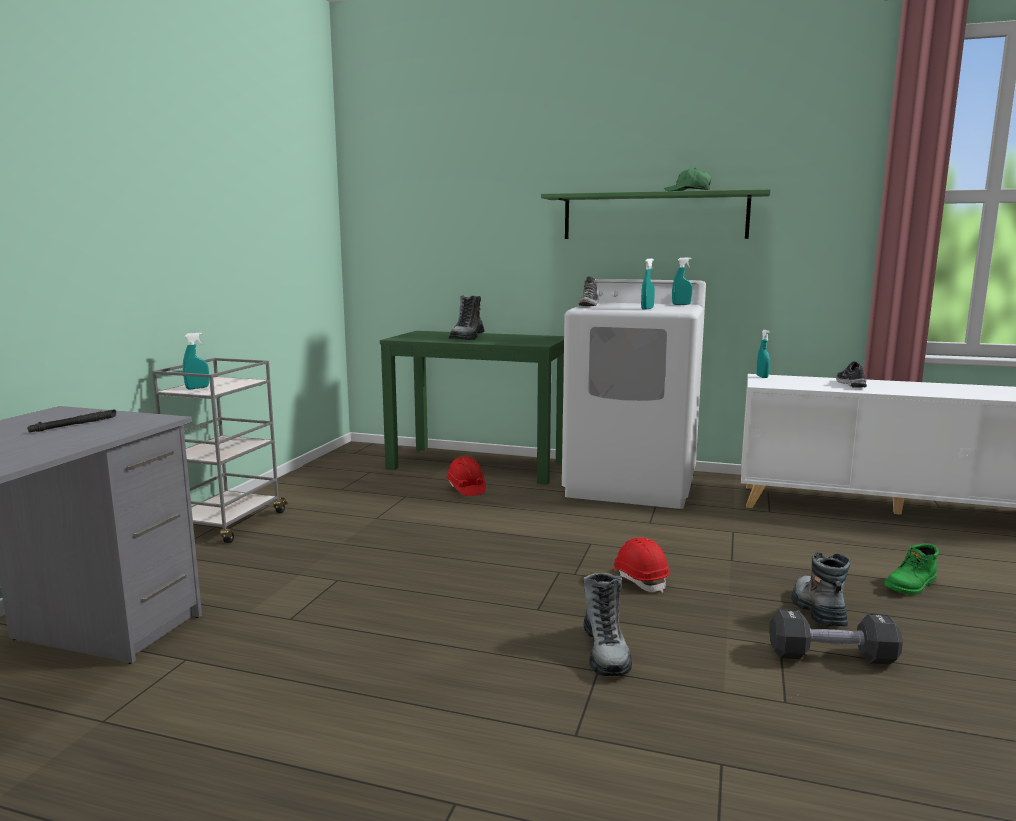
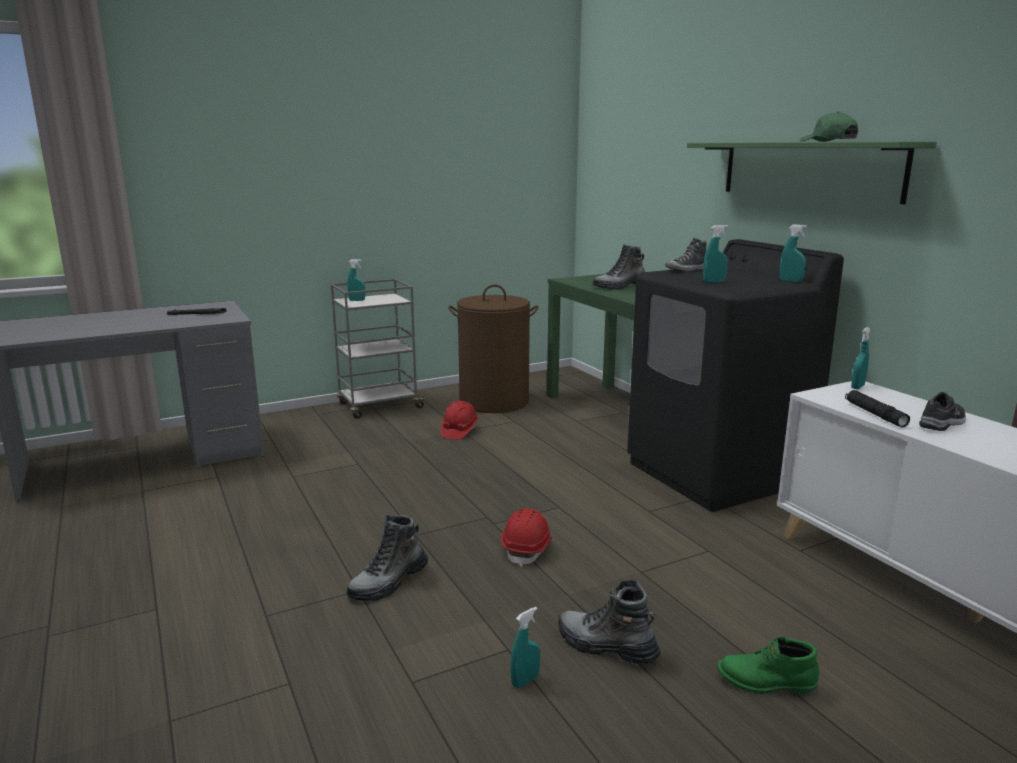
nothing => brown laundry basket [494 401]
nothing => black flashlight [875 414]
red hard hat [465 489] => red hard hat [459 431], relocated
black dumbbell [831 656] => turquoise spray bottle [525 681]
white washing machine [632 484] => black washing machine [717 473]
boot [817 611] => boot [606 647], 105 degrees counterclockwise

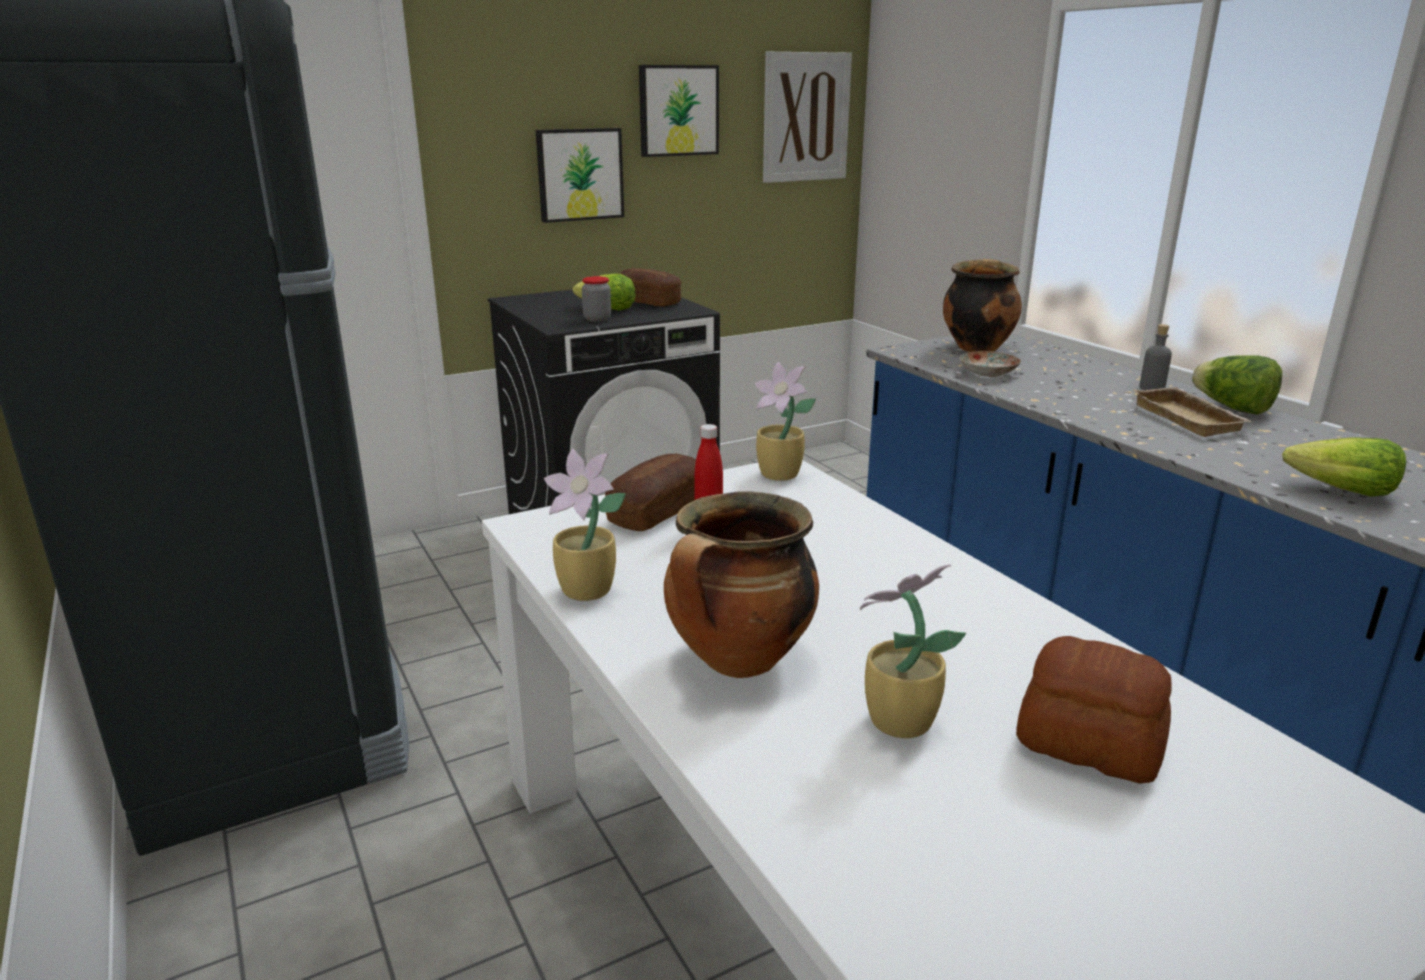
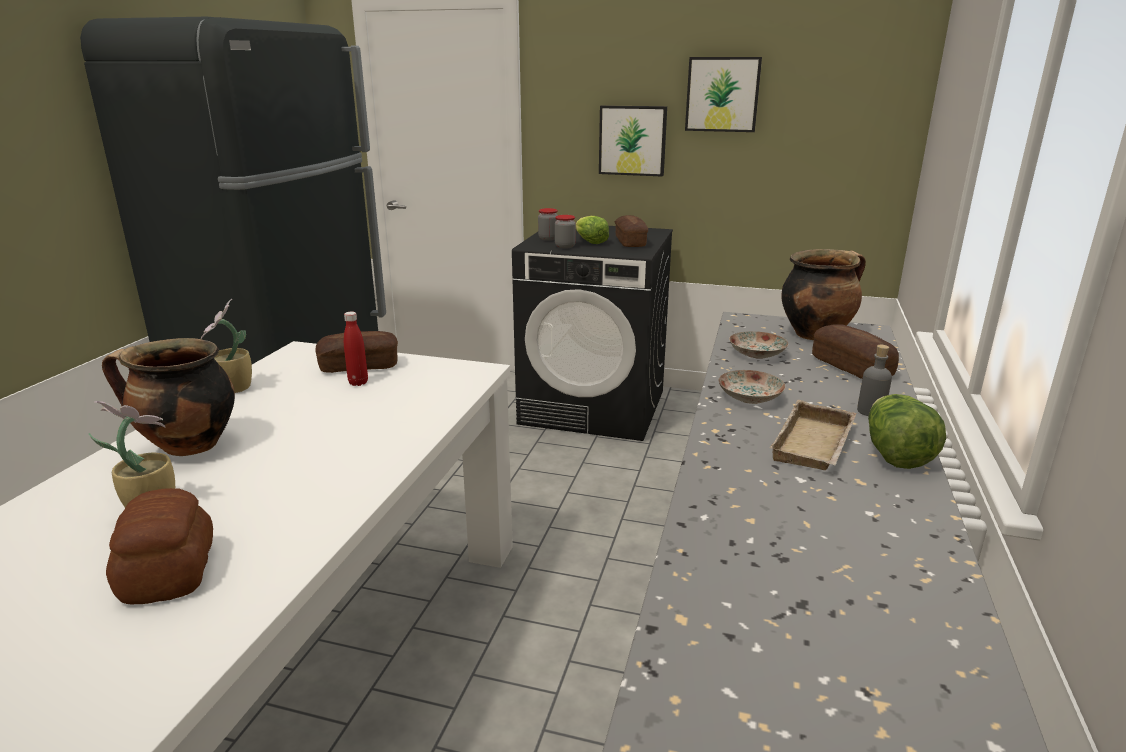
potted plant [780 475] => nothing
picture [806 117] => nothing
lettuce [1341 491] => nothing
nothing => jar [548 238]
nothing => plate [749 397]
nothing => bread [851 367]

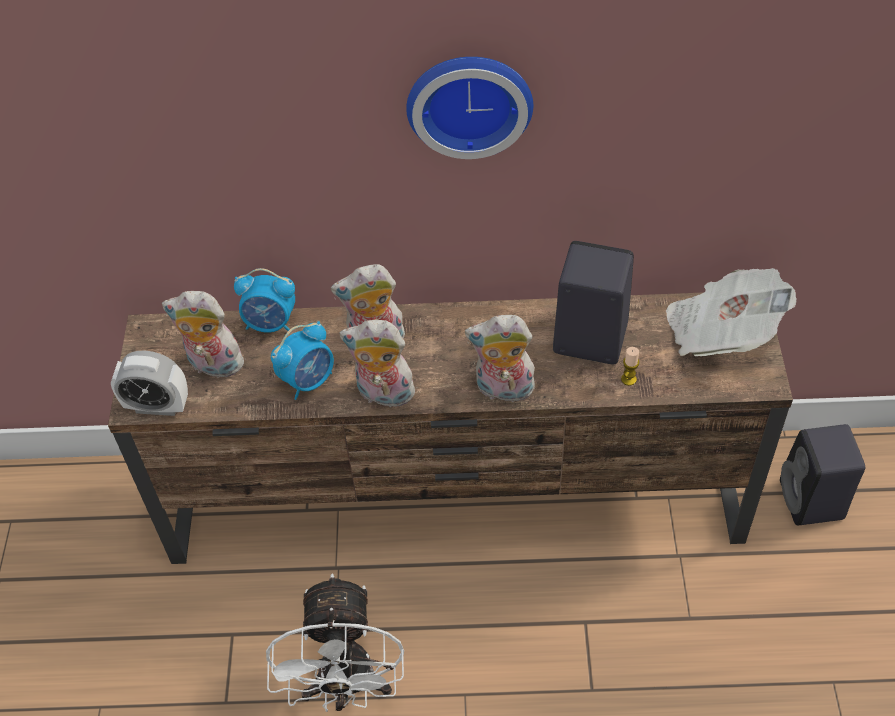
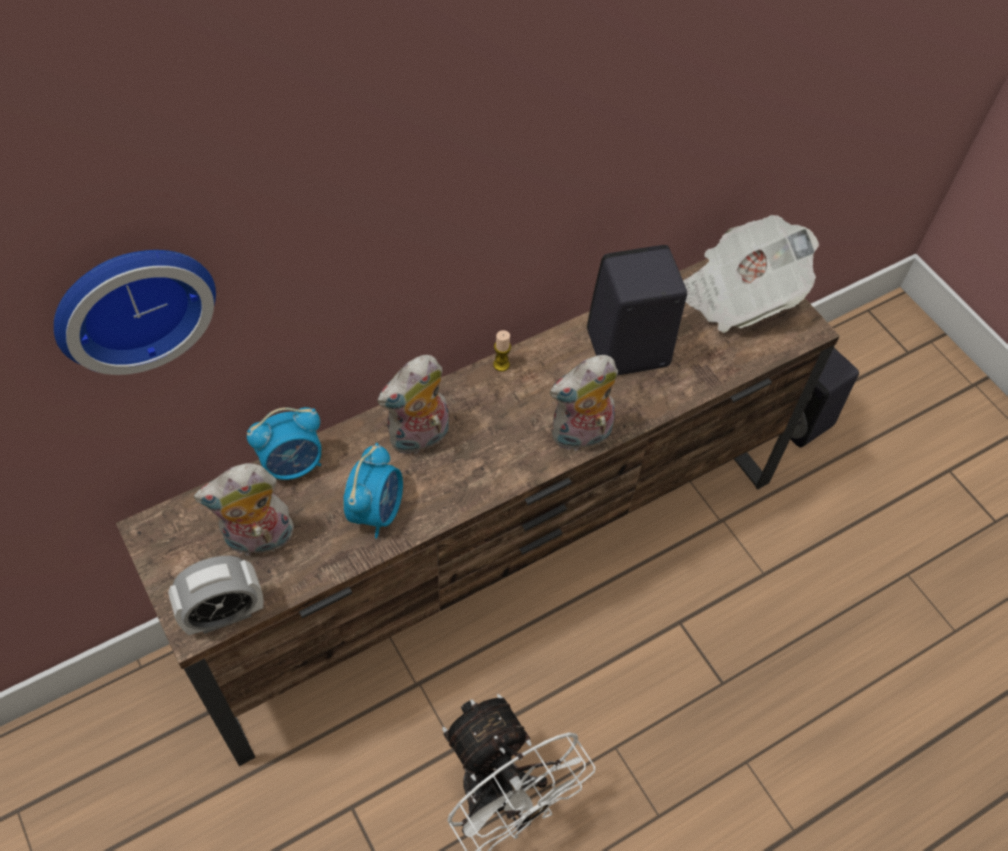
plush toy [383 394] => nothing
wall clock [469 100] => wall clock [131 302], relocated
candle [628 379] => candle [501 364], relocated

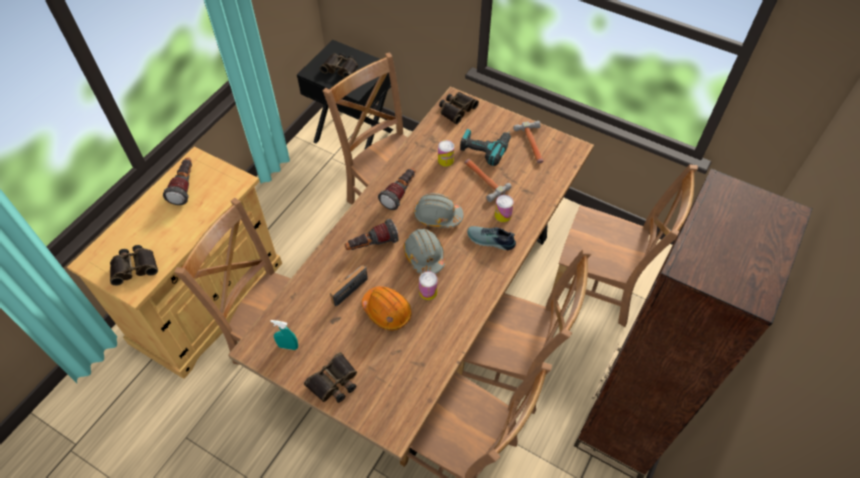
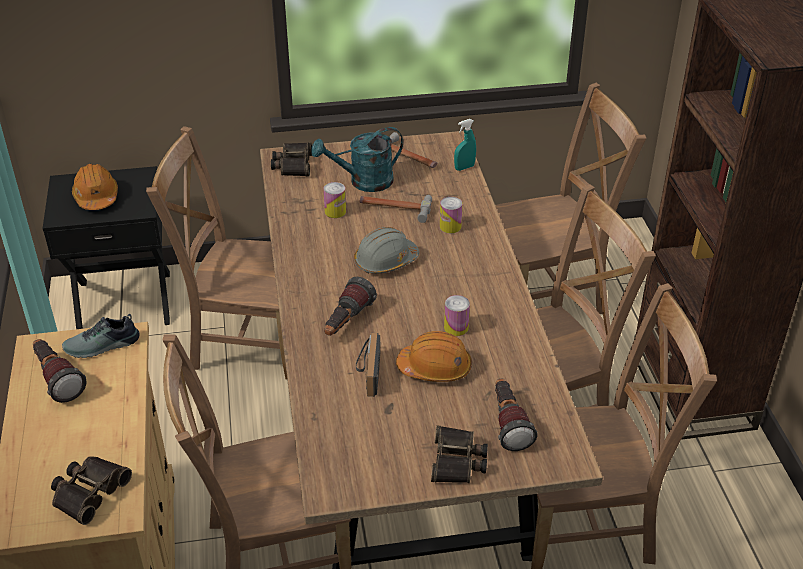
grey hard hat [424 255] => nothing
turquoise spray bottle [288 346] => turquoise spray bottle [464 167], relocated
flashlight [400 193] => flashlight [508 423], relocated
shoe [490 241] => shoe [102 346], relocated
binoculars [341 68] => orange hard hat [96 197]
power drill [485 148] => turquoise watering can [363 182]

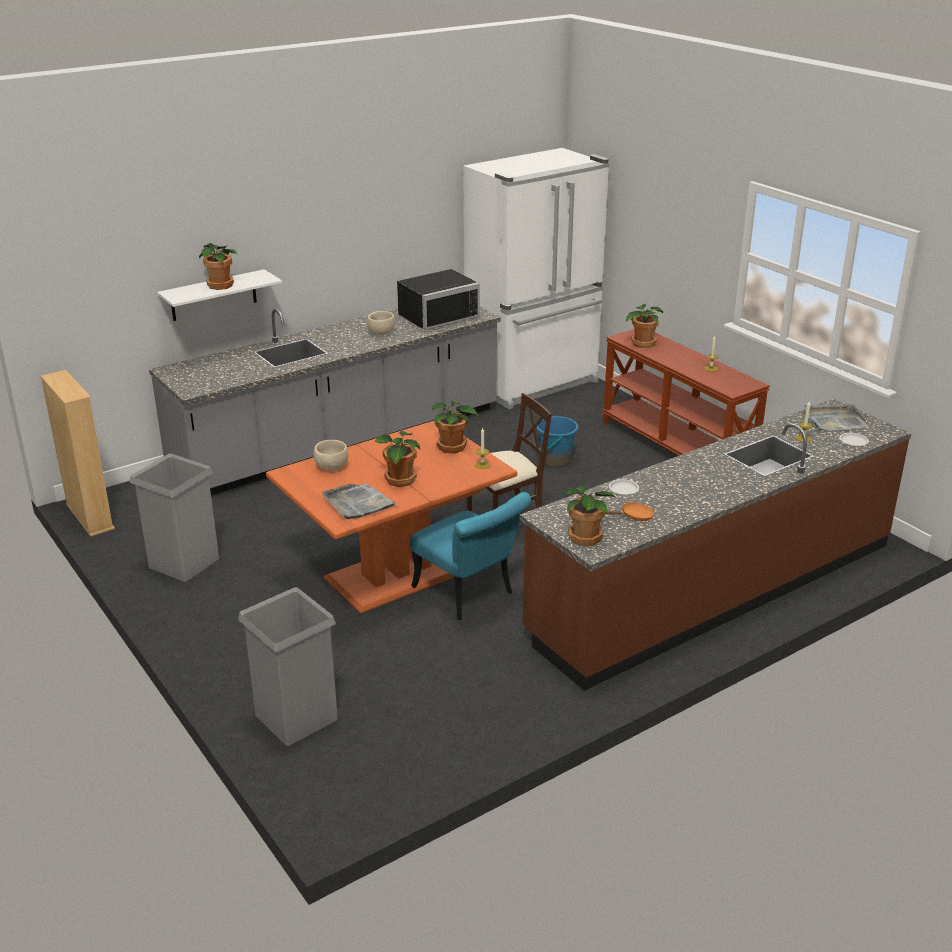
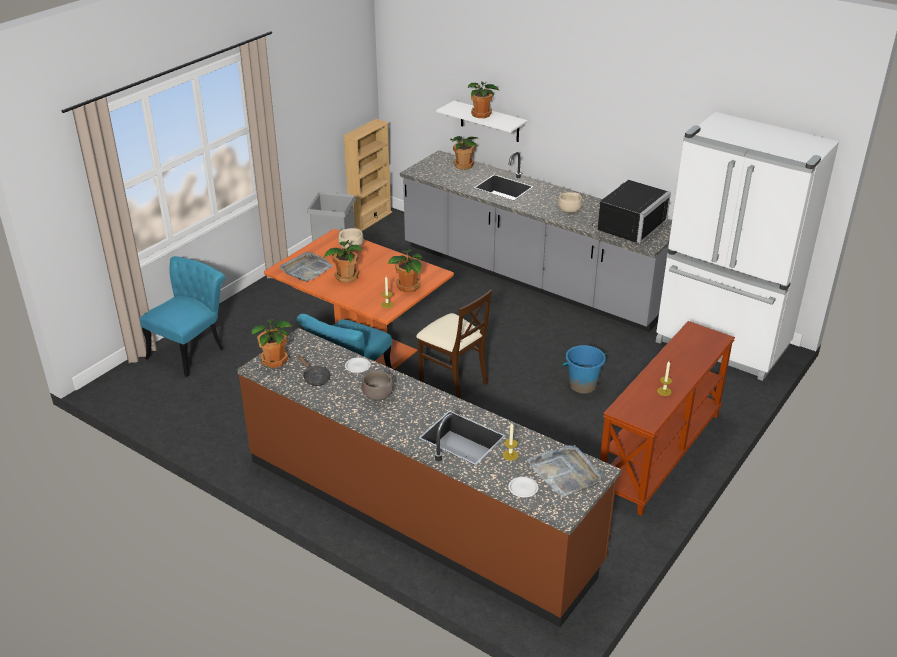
nothing => brown bowl [378 396]
potted plant [642 343] => potted plant [463 165], relocated
grey trash can [297 717] => turquoise chair [191 350]
orange frying pan [633 517] => black frying pan [315 377]
black microwave [436 316] => black microwave [627 225], 90 degrees counterclockwise

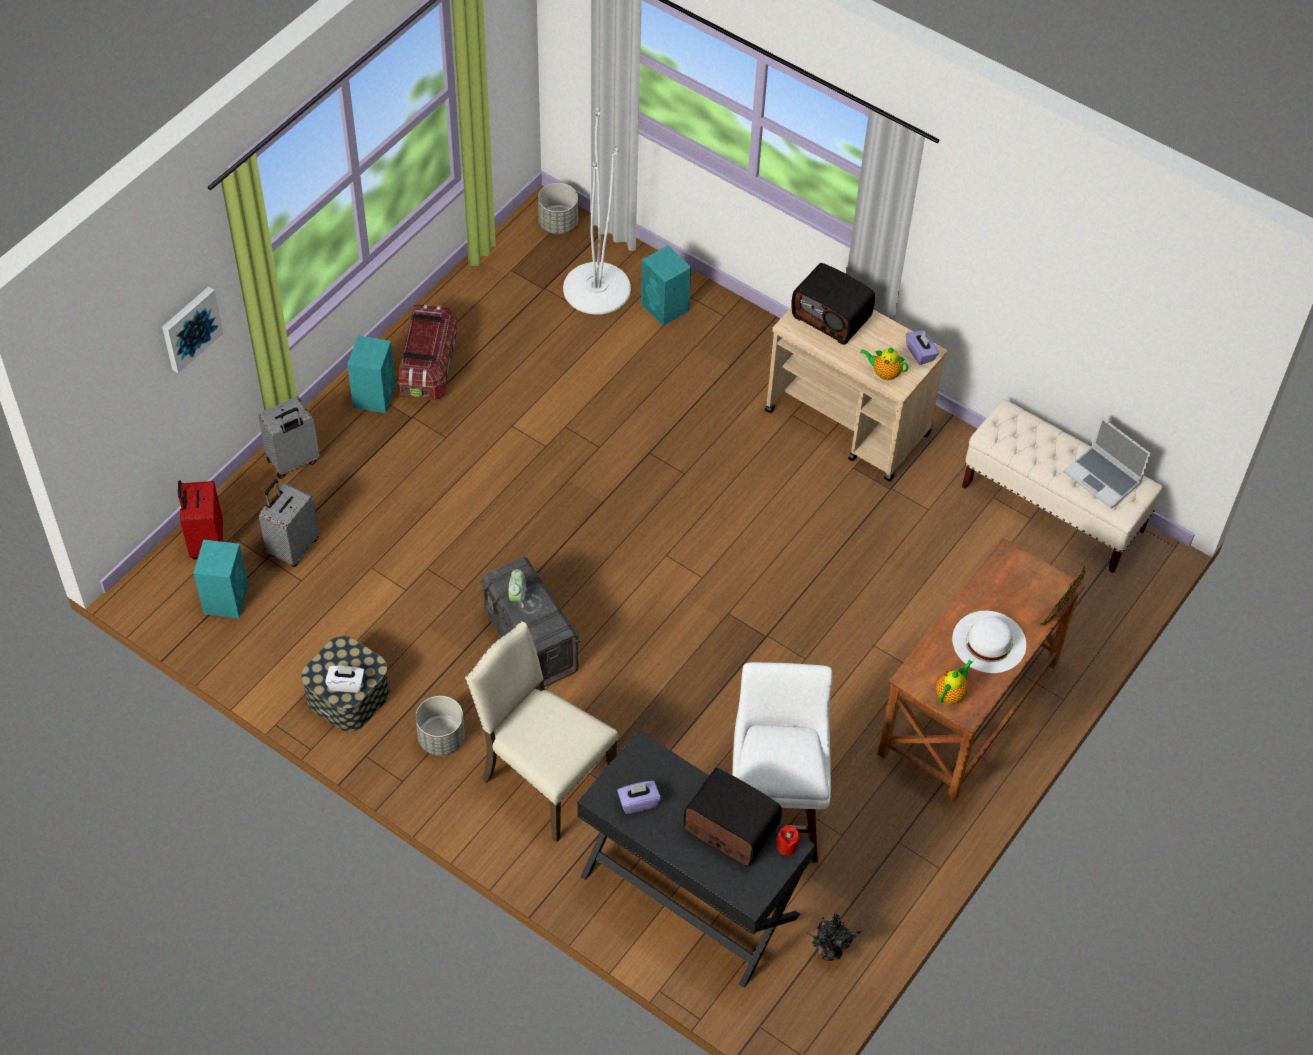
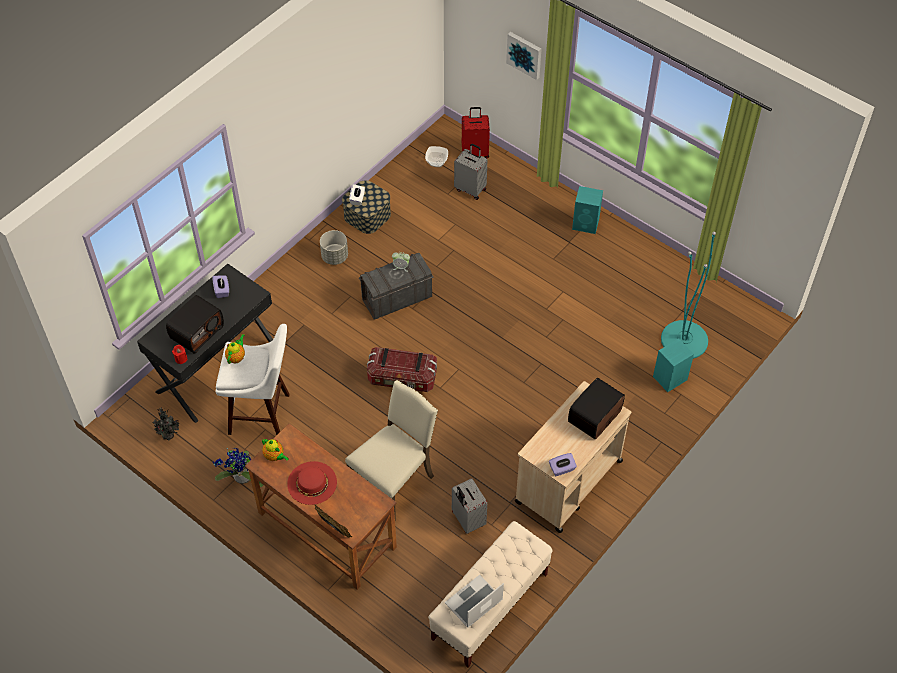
grey planter [558 223] => nothing
nothing => potted plant [241 479]
grey suitcase [293 462] => grey suitcase [467 520], relocated
storage box [429 366] => storage box [402 378], relocated
beige chair [544 779] => beige chair [394 482], relocated
teapot [884 373] => teapot [236 357], relocated
turquoise speaker [226 598] => bowl [437 162]
white floor lamp [597 288] => turquoise floor lamp [684 340]
white hat [989 642] => red hat [312 483]

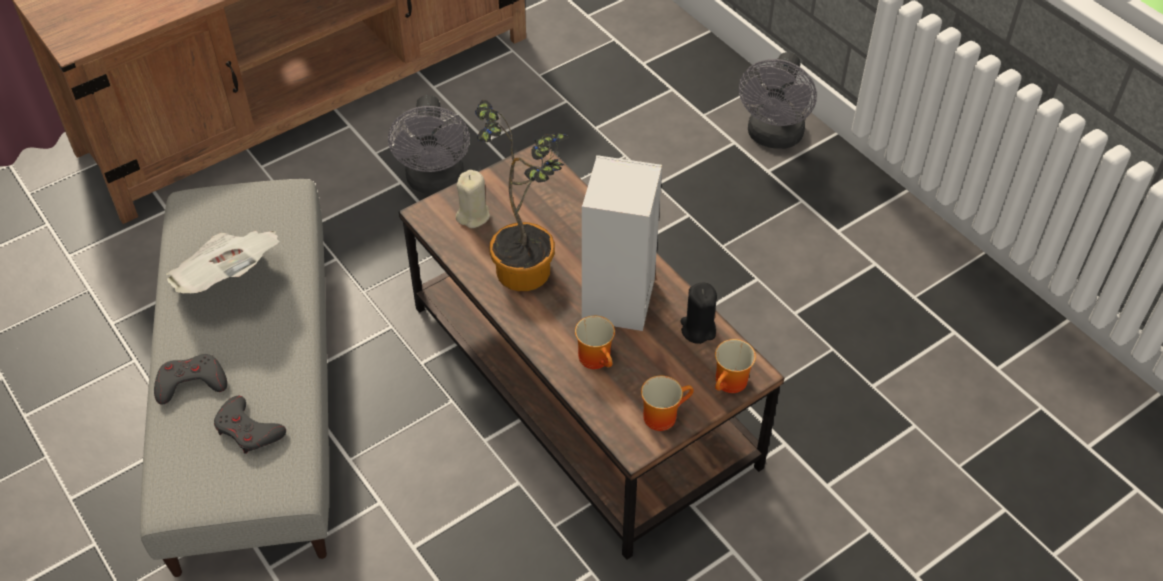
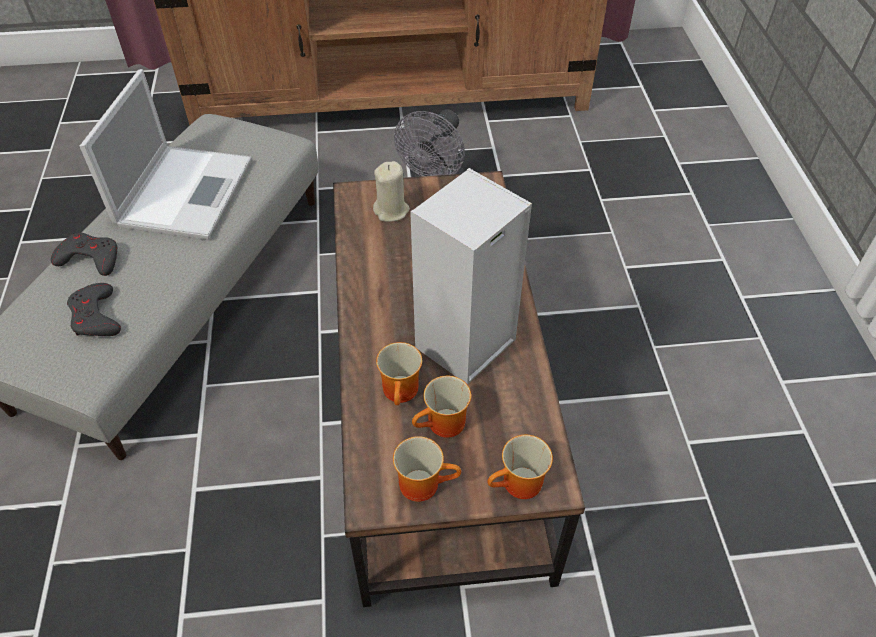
potted plant [529 266] => nothing
black candle [698 329] => nothing
grey fan [773 137] => nothing
nothing => mug [444 426]
newspaper [228 279] => laptop [185 190]

